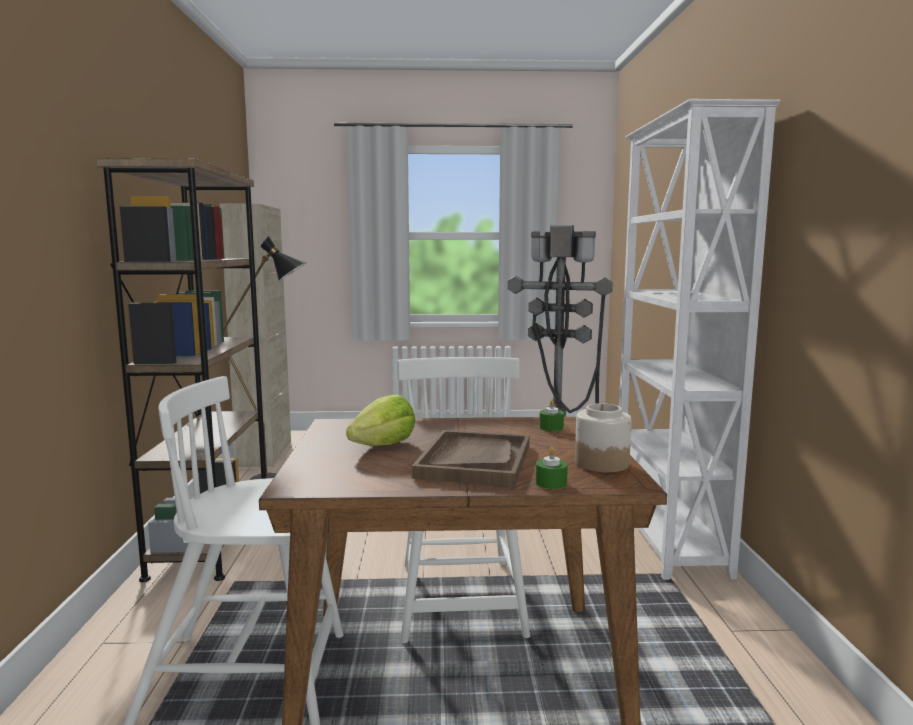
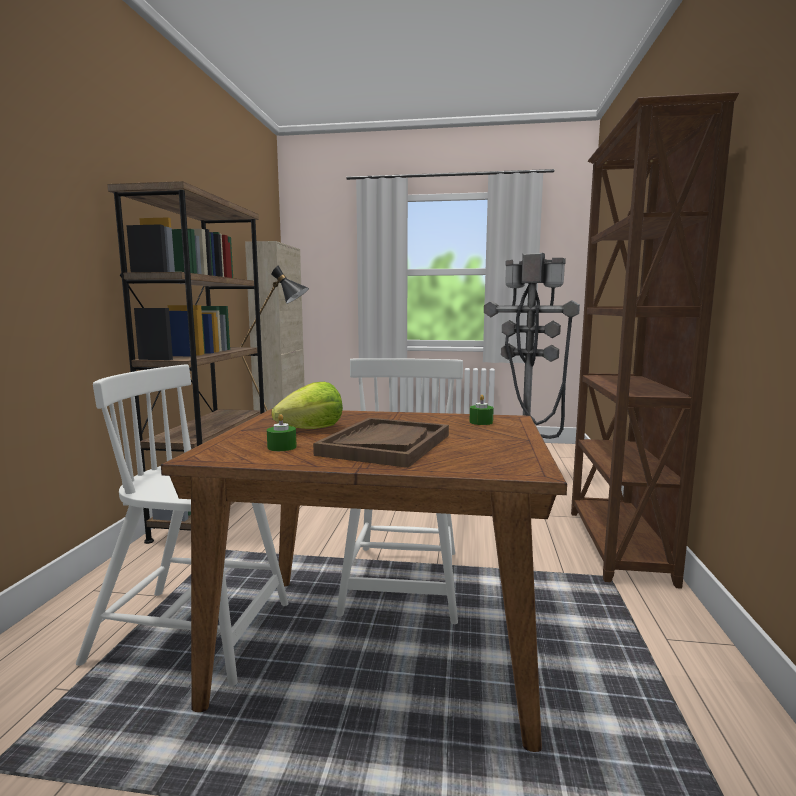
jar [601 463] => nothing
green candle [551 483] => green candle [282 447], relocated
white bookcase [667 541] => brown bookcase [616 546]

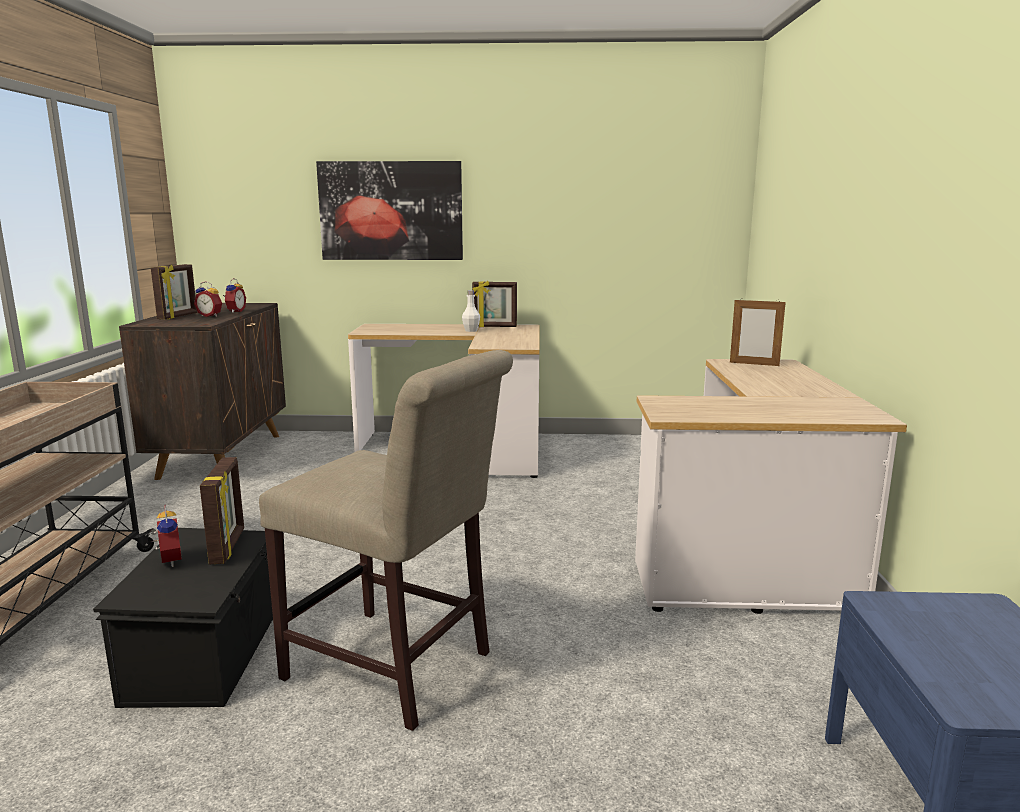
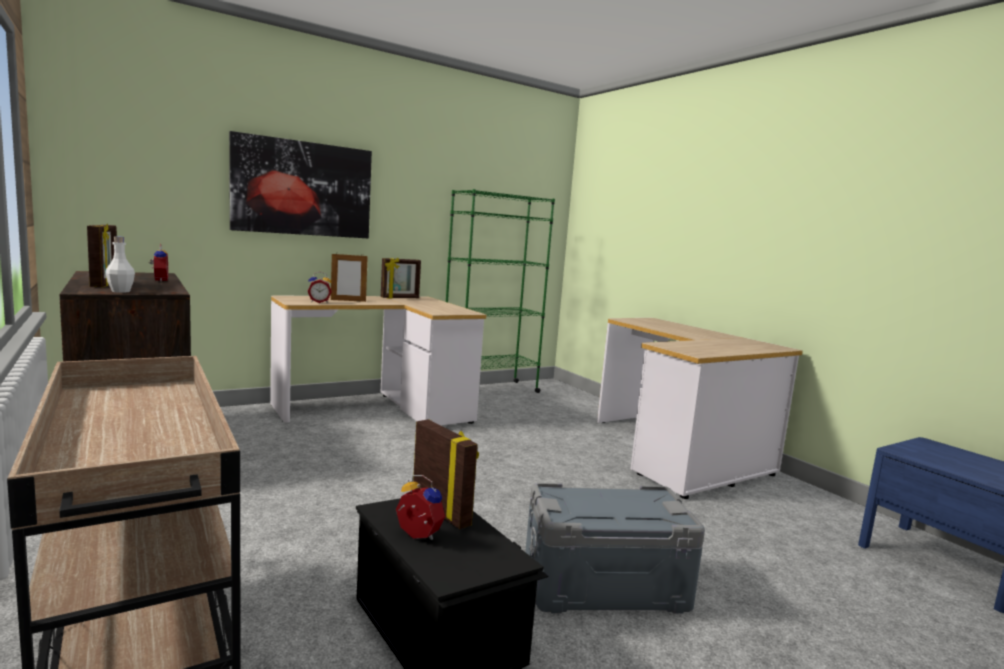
nothing => green bookcase [489 390]
alarm clock [210 316] => alarm clock [319 302], relocated
white bottle [471 330] => white bottle [121 291], relocated
picture frame [754 364] => picture frame [348 300], relocated
beige chair [396 669] => grey storage box [604 586]

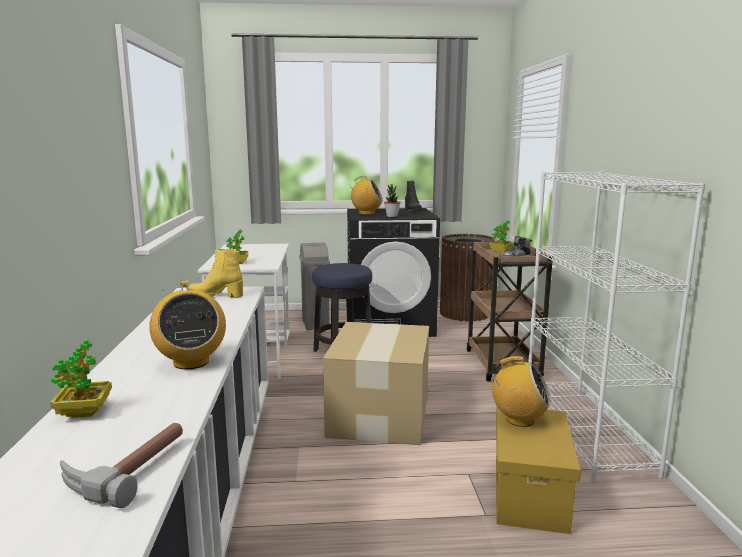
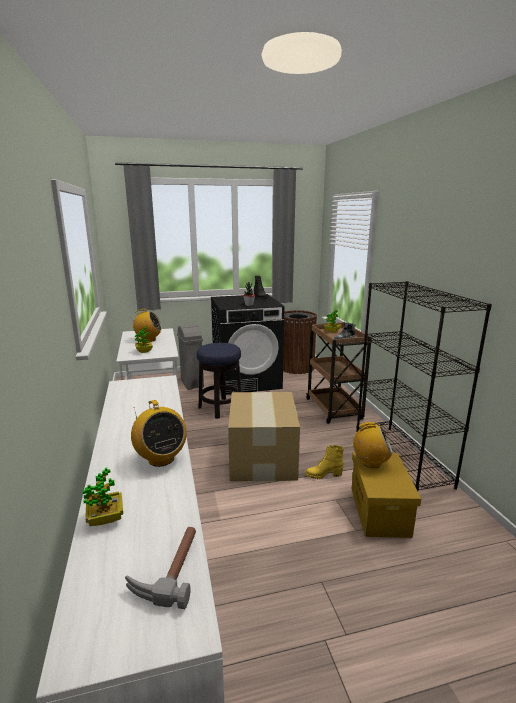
yellow boot [216 295] => yellow boot [323 475], relocated
radio [366 213] => radio [148 340], relocated
white bookcase [586 432] => black bookcase [401 458]

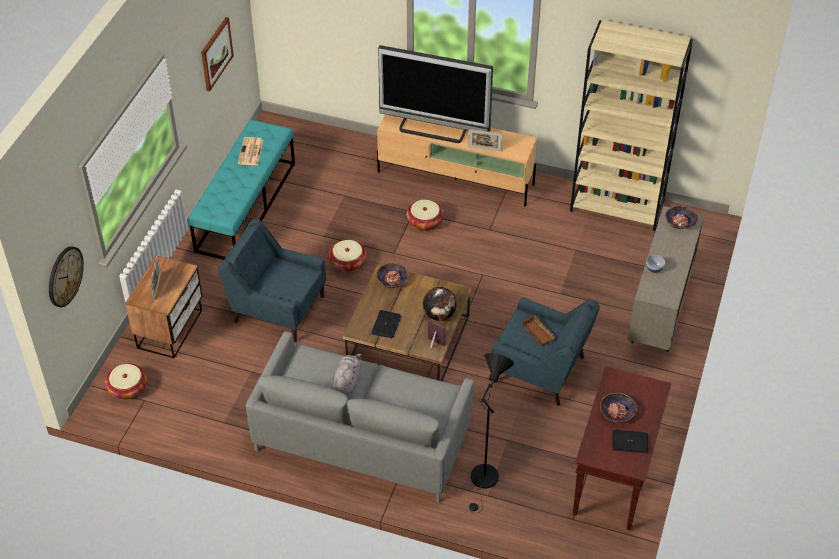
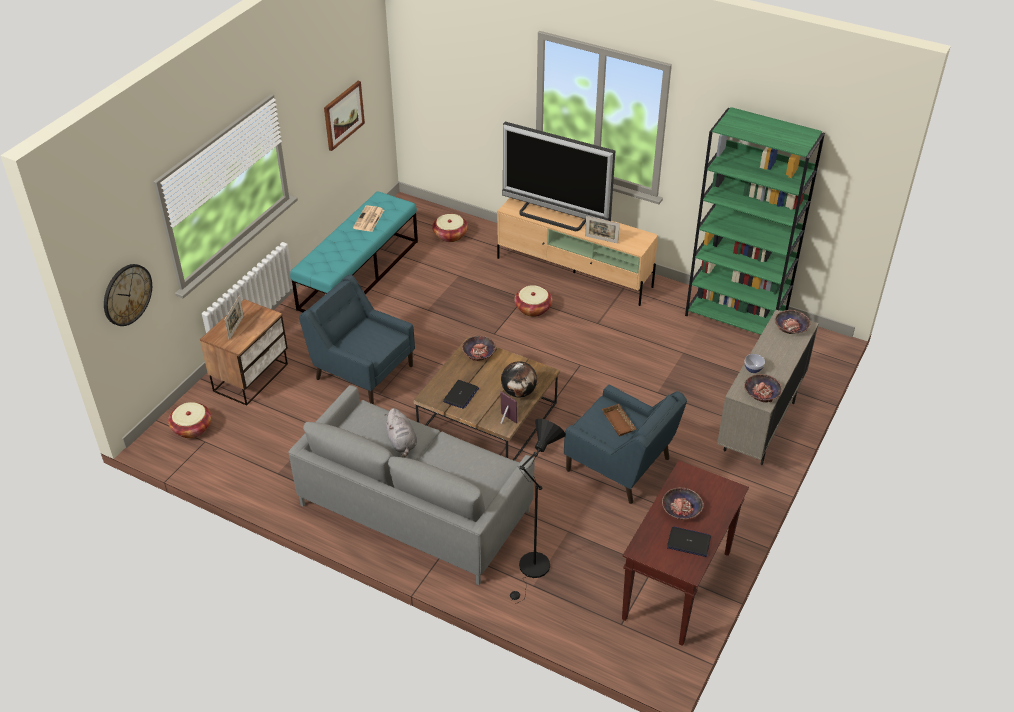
nothing => bowl [762 393]
basket [348 263] => basket [450 235], relocated
beige bookcase [617 206] => green bookcase [736 316]
grey plush toy [347 381] => grey plush toy [402 442], 135 degrees clockwise

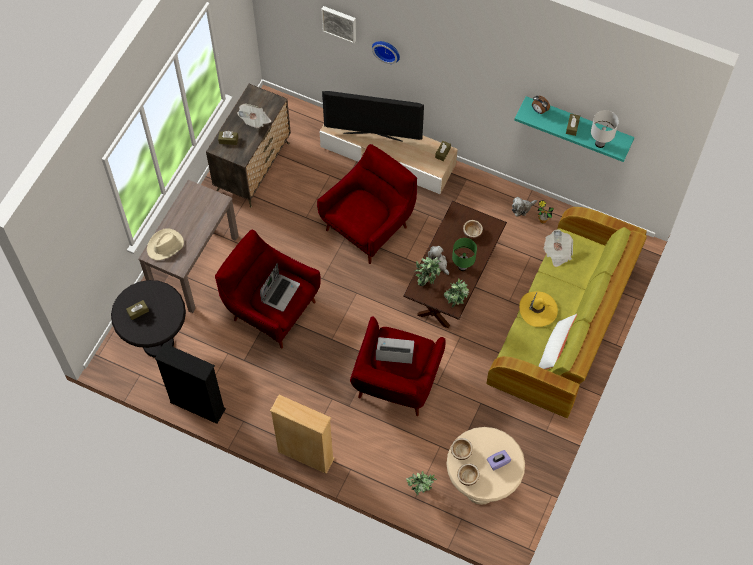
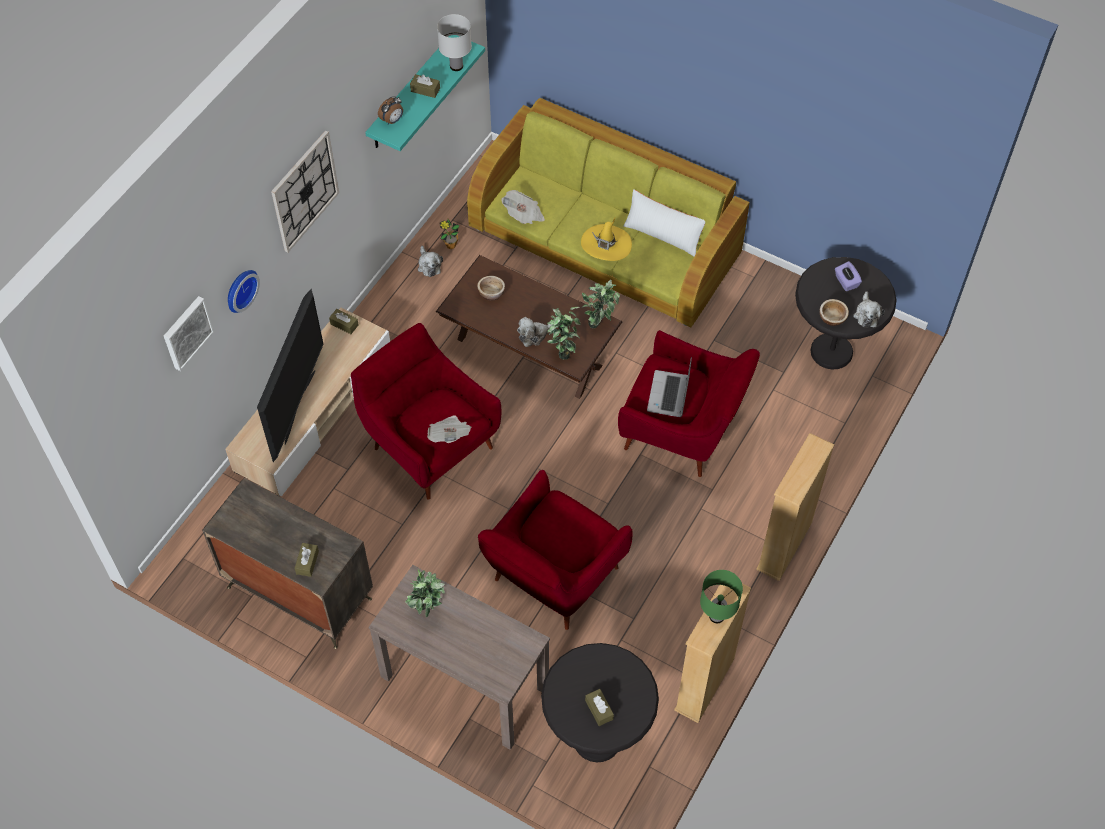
beige hat [165 246] => nothing
laptop [280 292] => nothing
nothing => wall clock [304 191]
newspaper [255 121] => newspaper [449 436], relocated
potted plant [420 491] => potted plant [428 610], relocated
green table lamp [462 266] => green table lamp [716 616], relocated
bowl [468 477] => plush toy [866 314]
black bookcase [197 406] => beige bookcase [705 684]
beige side table [480 488] => black side table [831 352]

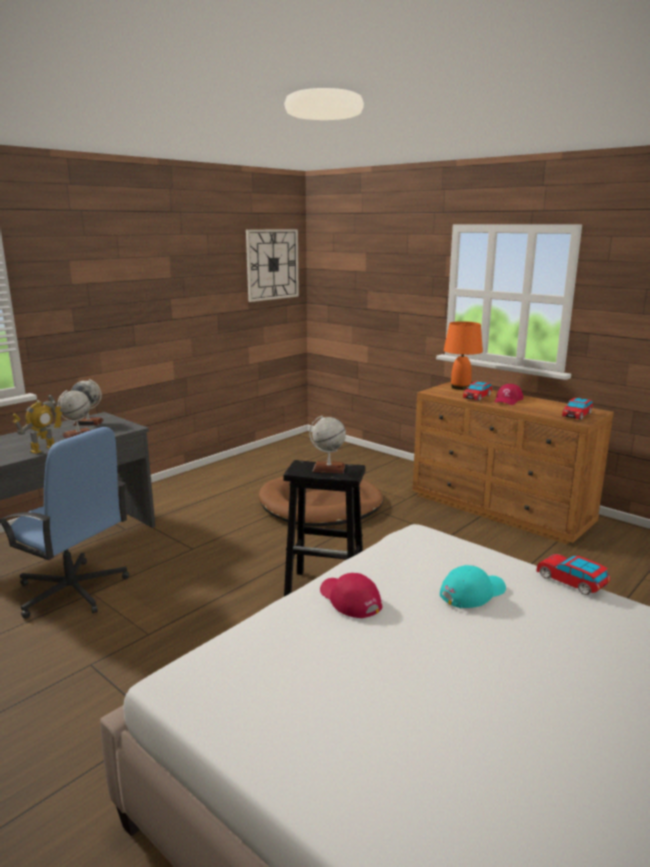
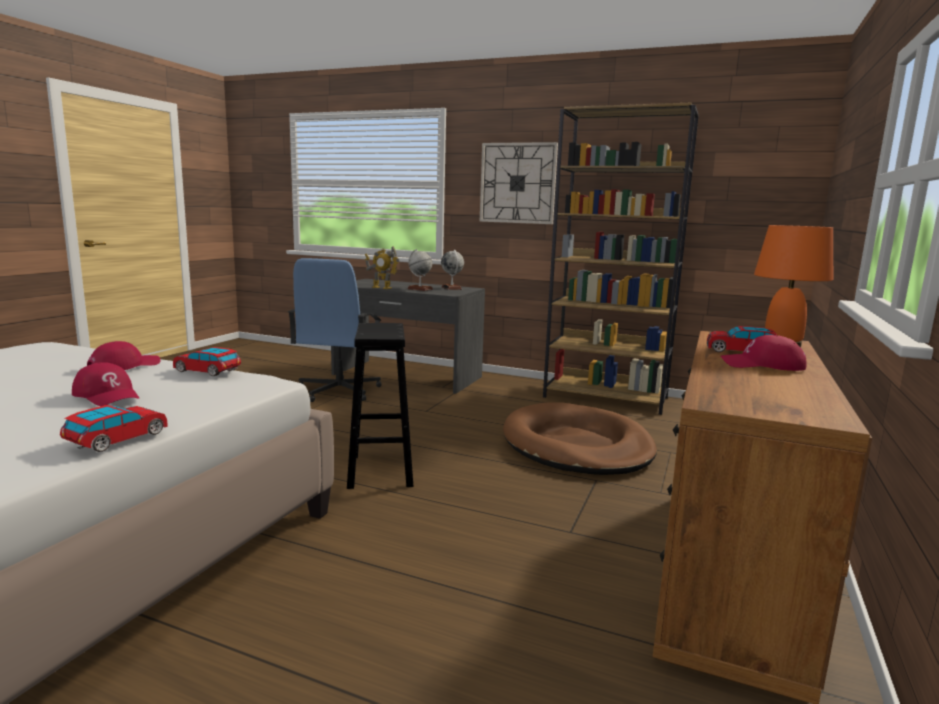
globe [328 468] => nothing
nothing => brown bookcase [606 397]
wall clock [272 264] => wall clock [517 183], relocated
toy car [577 415] => toy car [207 371], relocated
turquoise cap [472 592] => red cap [107 395]

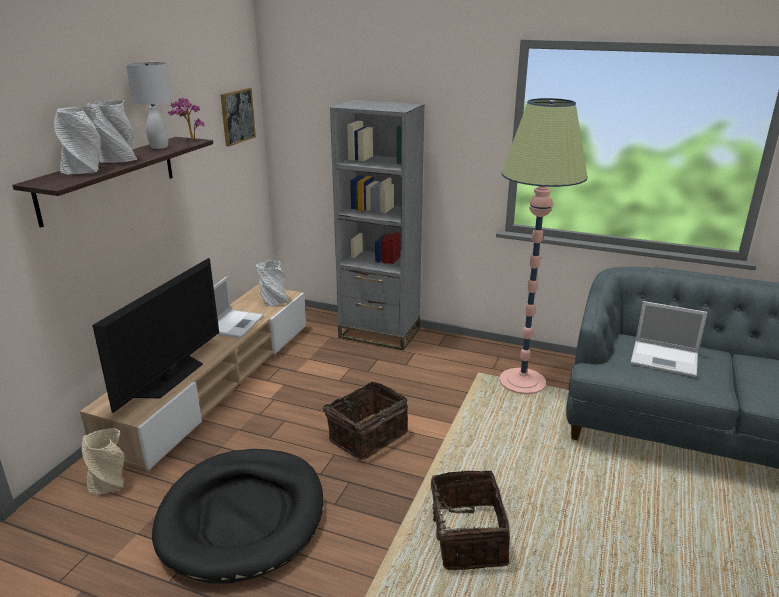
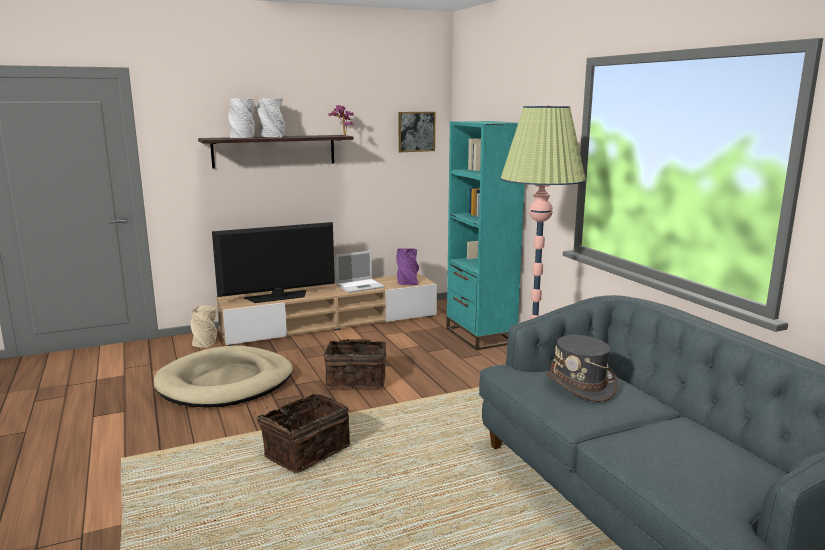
white table lamp [160 147] => nothing
laptop [665 359] => grey hat [580 385]
black dog bed [242 517] => beige dog bed [226 382]
grey vase [273 301] => purple vase [407 282]
grey bookcase [379 333] => turquoise bookcase [480 335]

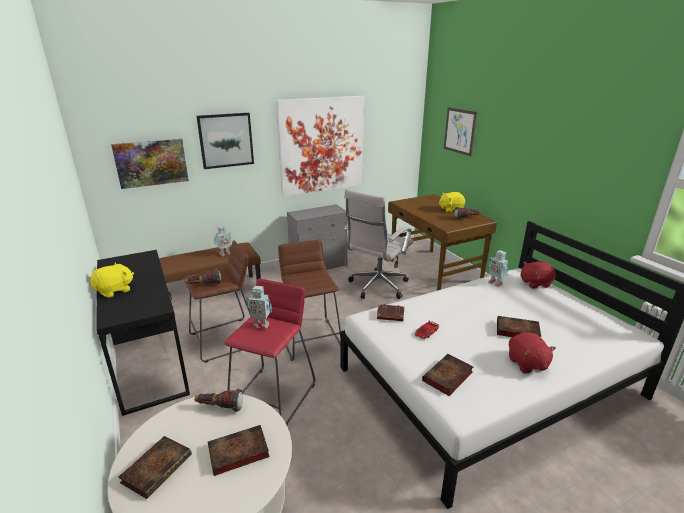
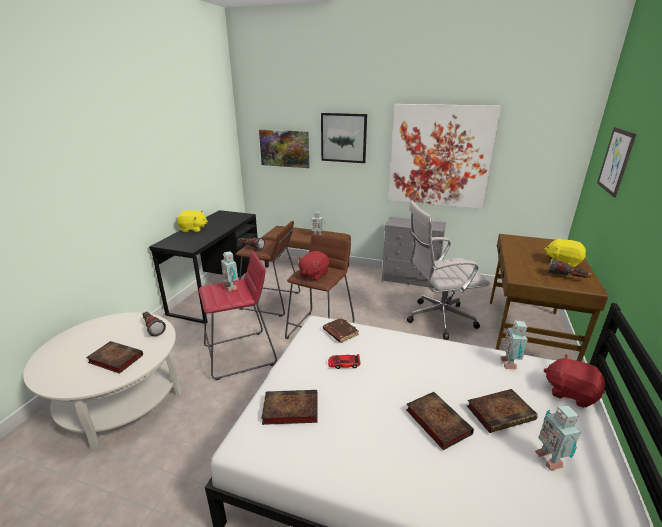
nothing => toy robot [549 458]
book [158 467] => book [501 412], relocated
red plush toy [527 364] => red plush toy [313 275], relocated

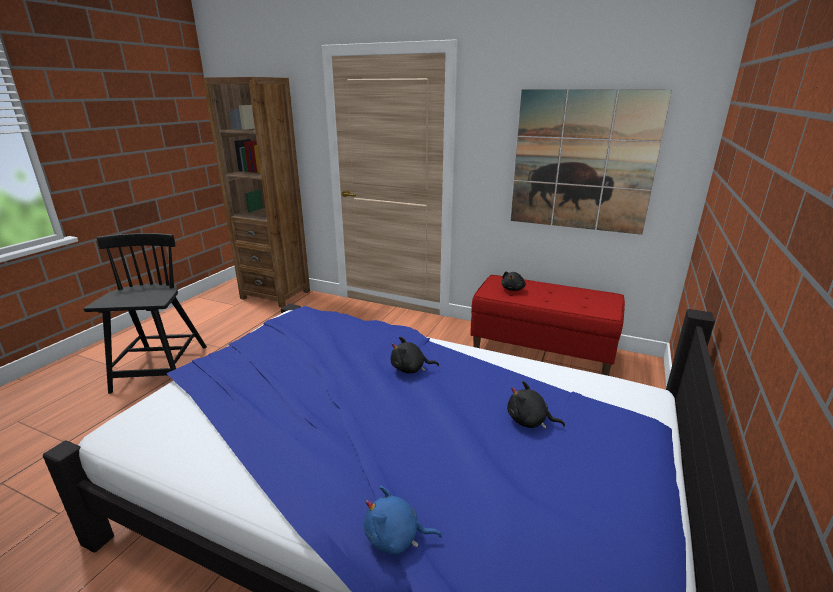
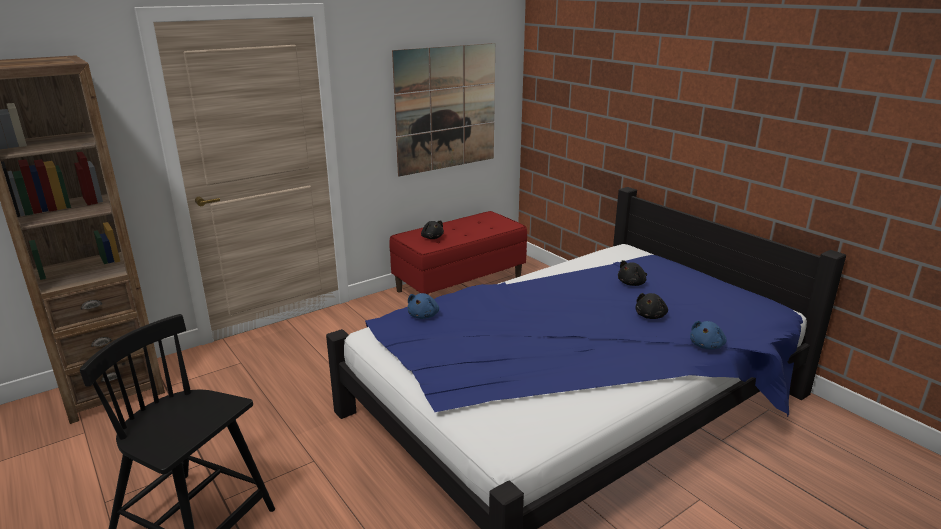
nothing => blue plush toy [424 315]
black plush toy [410 369] => black plush toy [650 316], relocated

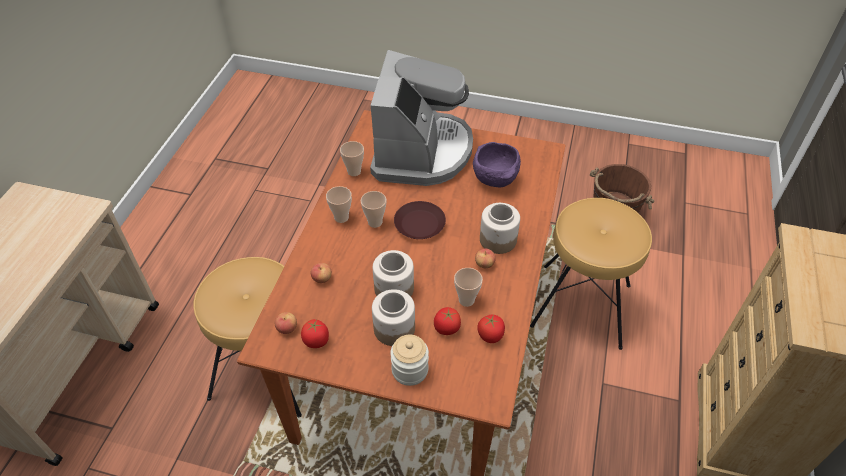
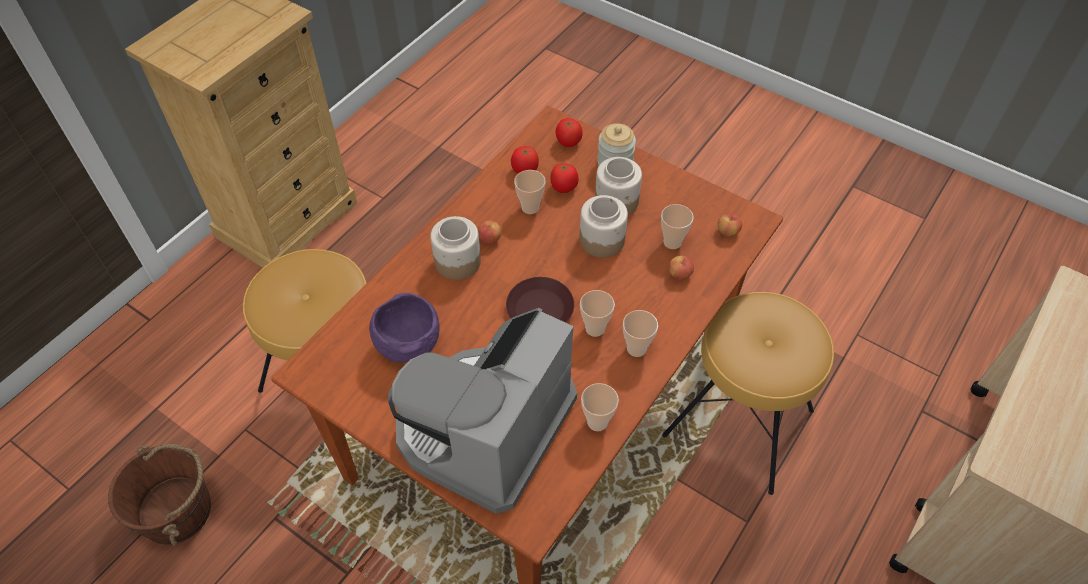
nothing => cup [672 242]
tomato [316 341] => tomato [568 142], relocated

